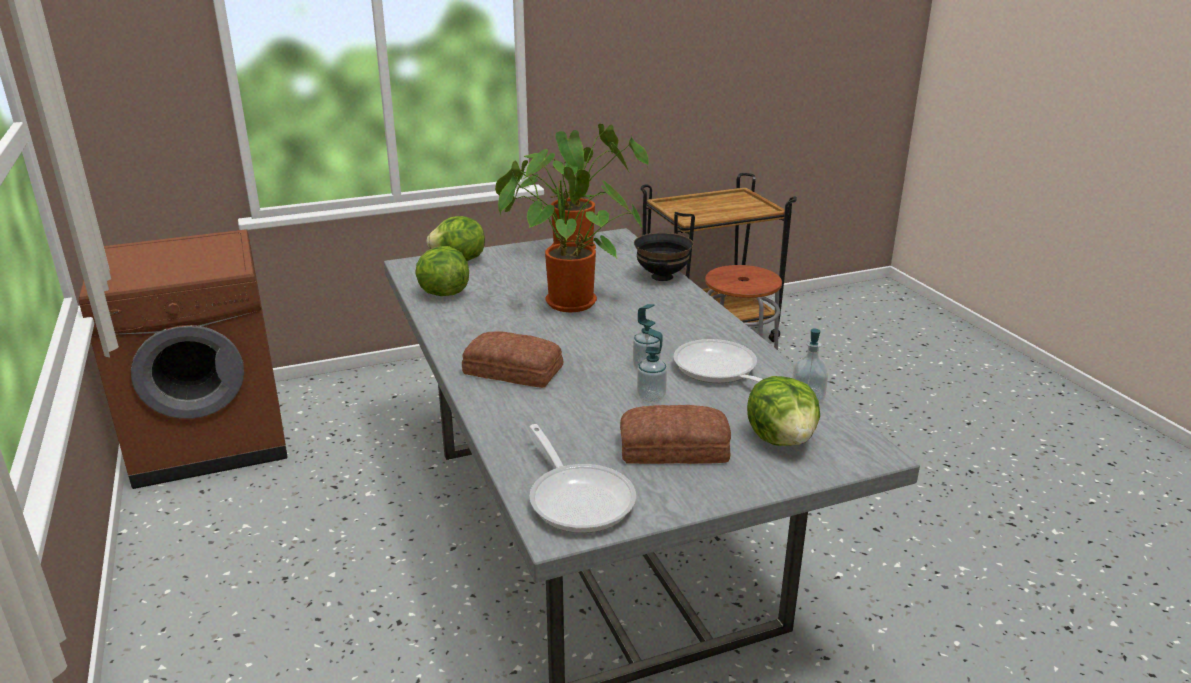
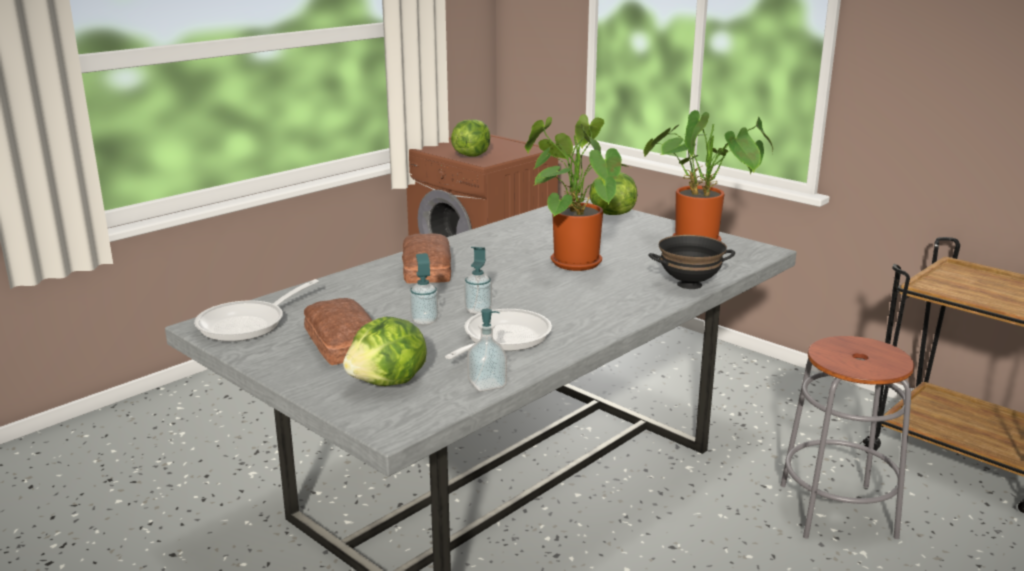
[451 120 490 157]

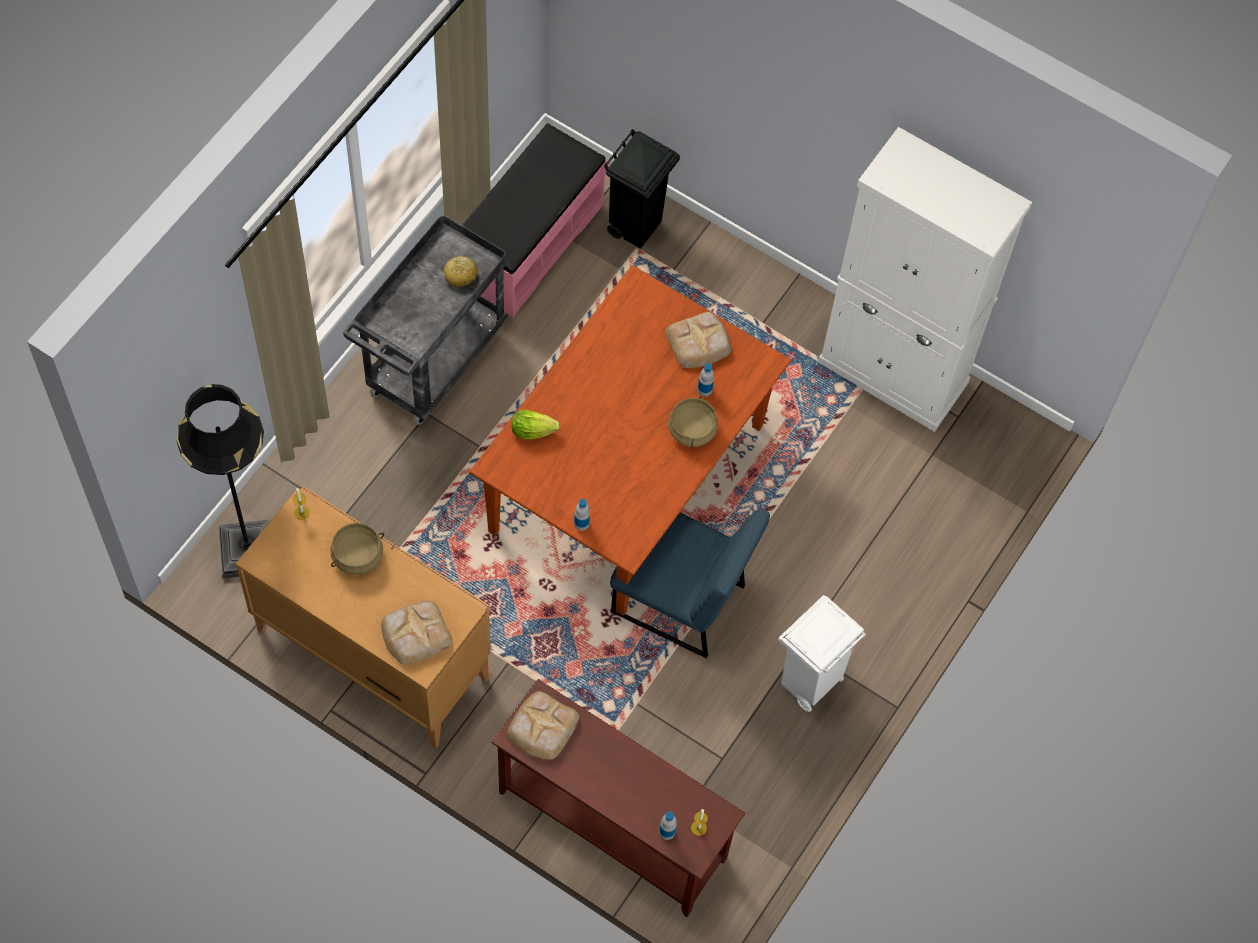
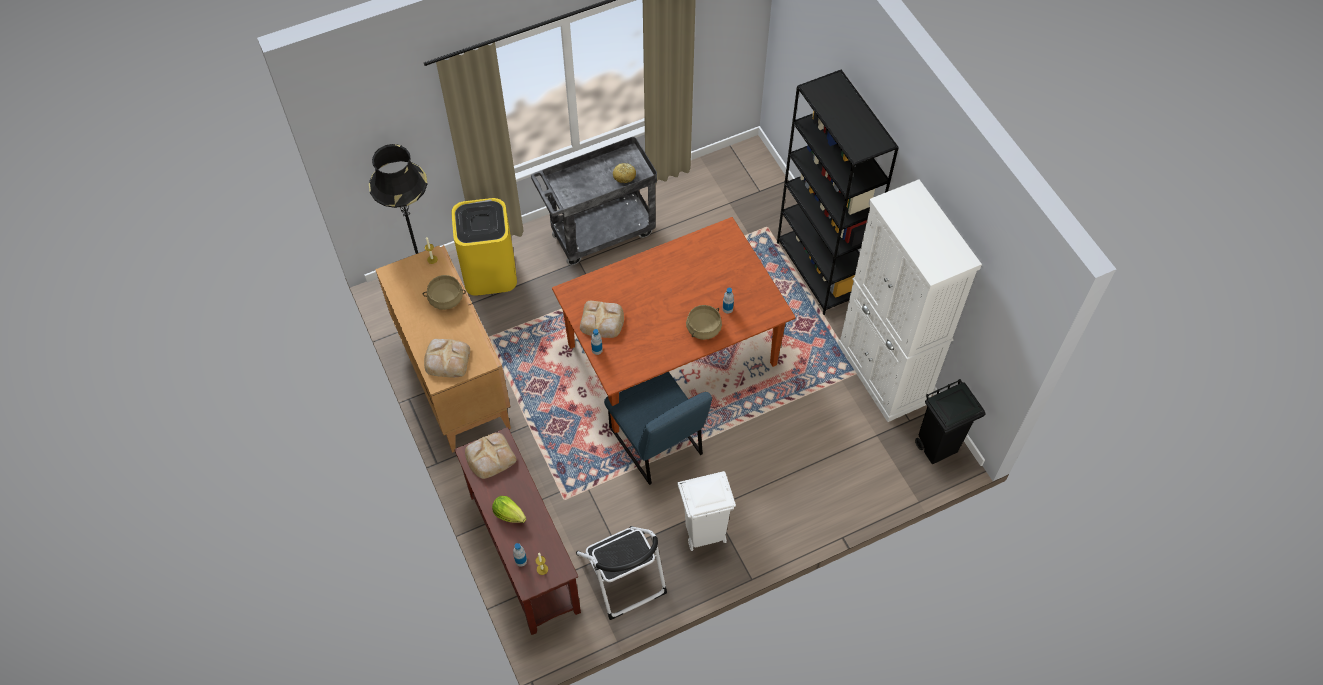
[462 124 606 317] (first image)
[915 379 986 464]
[580 301 624 338]
[492 496 526 523]
[777 70 899 315]
[451 198 517 296]
[576 526 667 620]

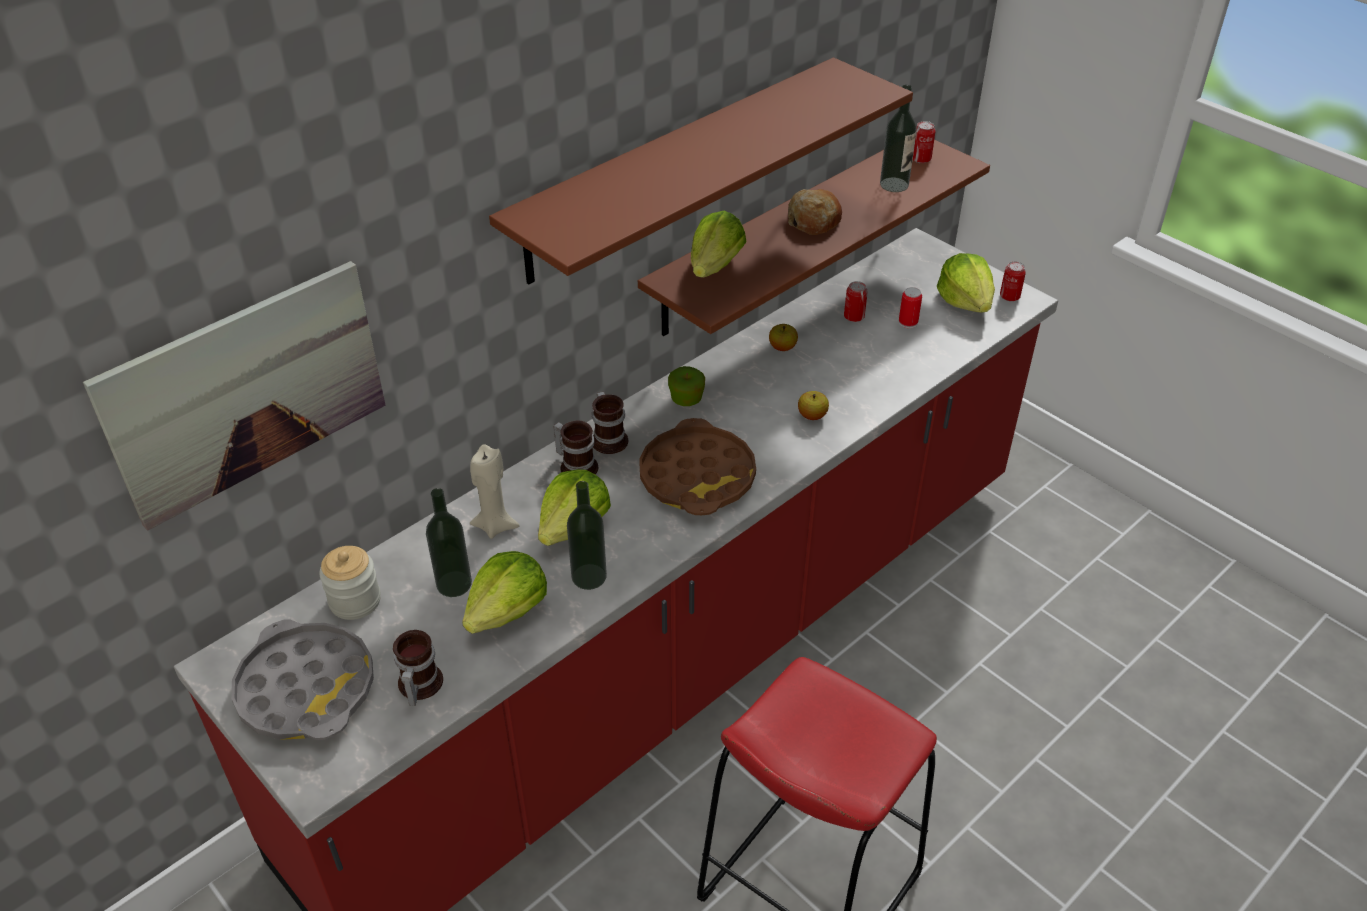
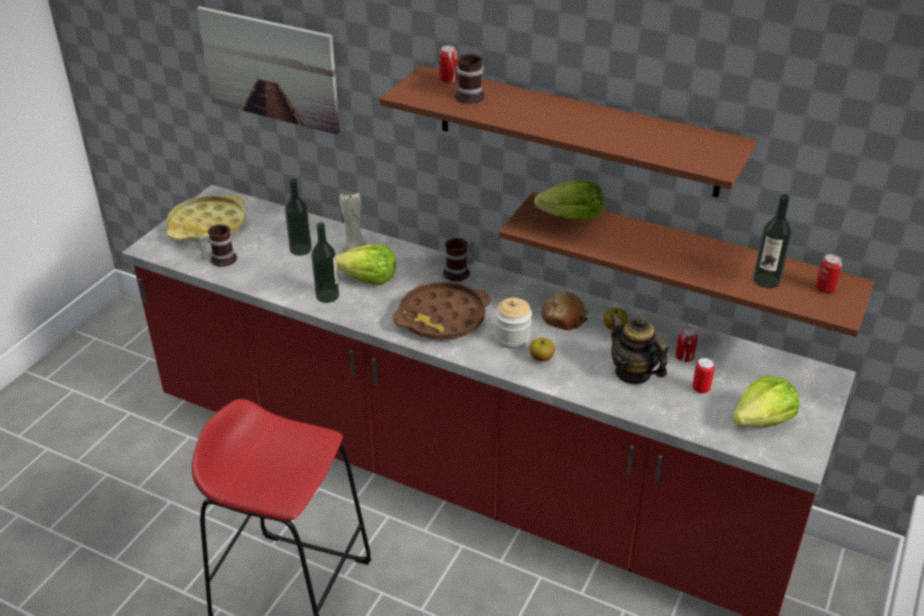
[542 292 588 330]
[439 45 458 83]
[668 366 705 406] (first image)
[455 54 485 104]
[495 298 532 349]
[462 551 547 634] (first image)
[167 195 246 243]
[611 313 668 385]

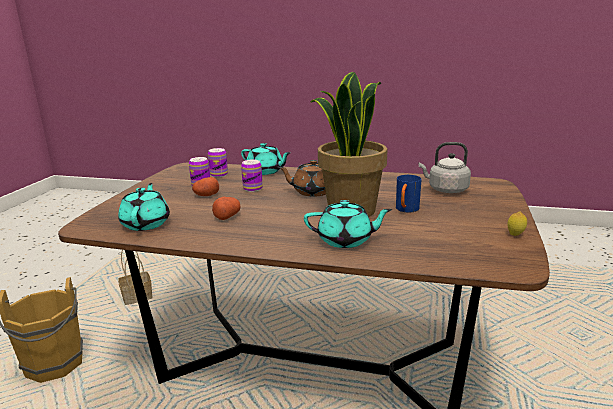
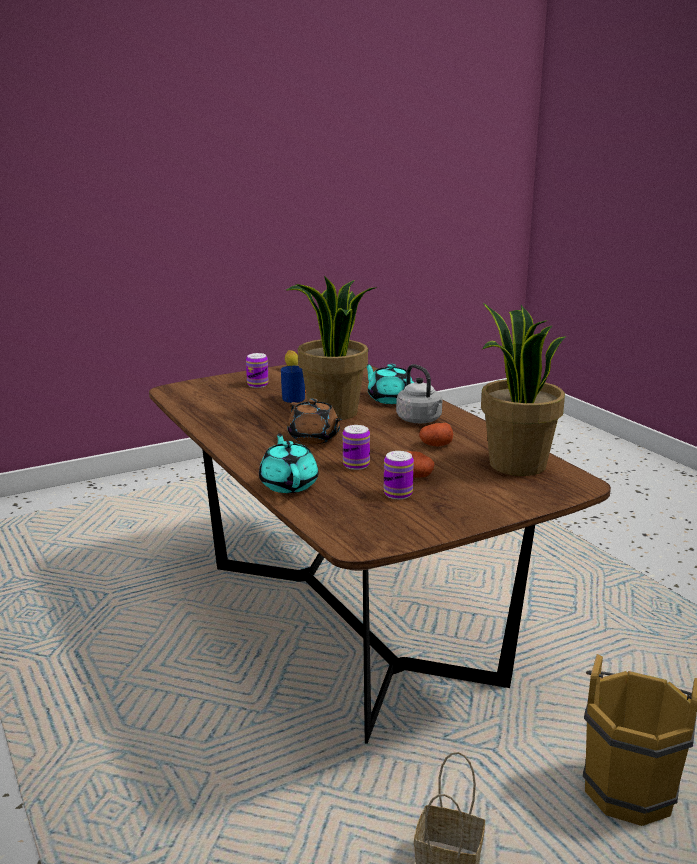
[396 364 442 423]
[246 353 268 388]
[481 303 566 476]

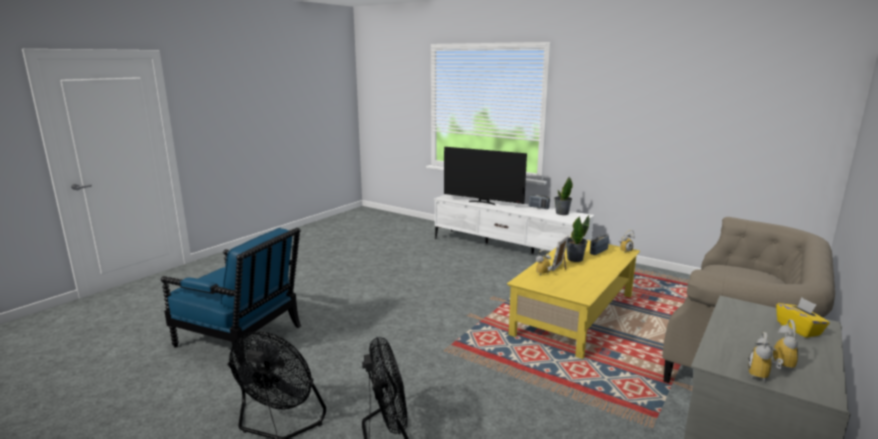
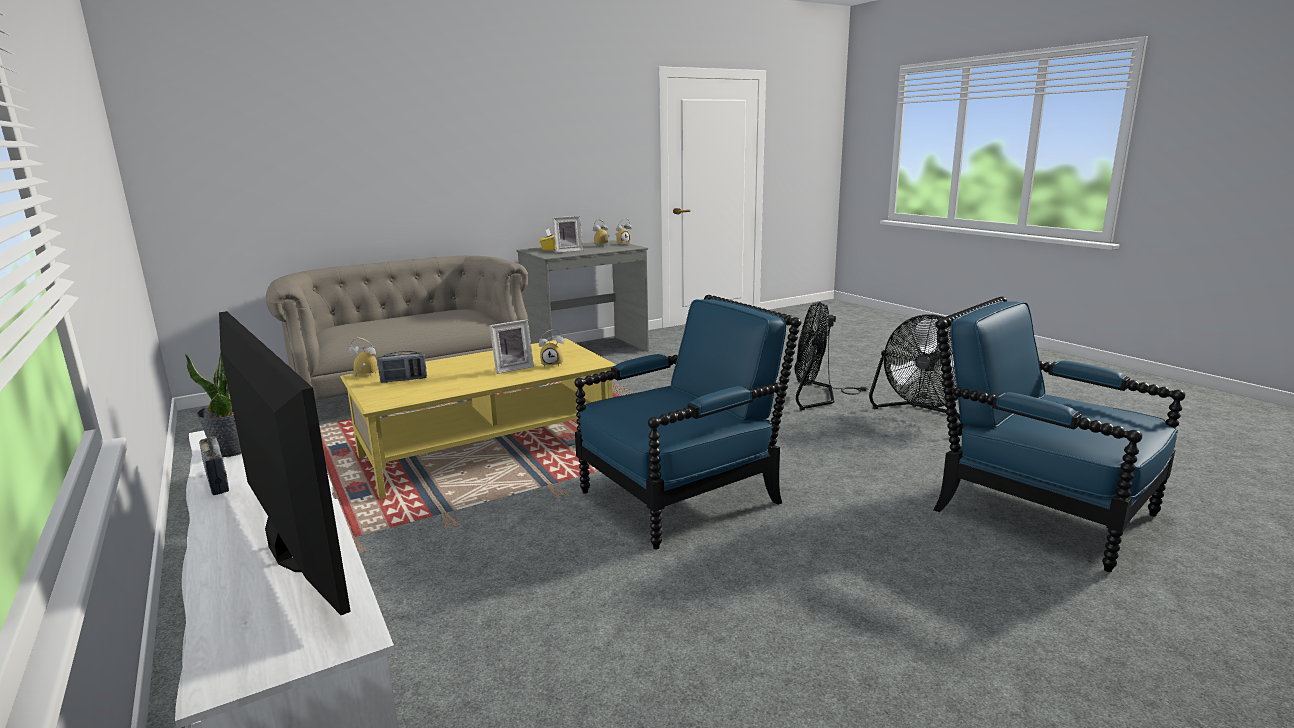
[566 215 589 262] (first image)
[552 216 583 253]
[574 295 801 549]

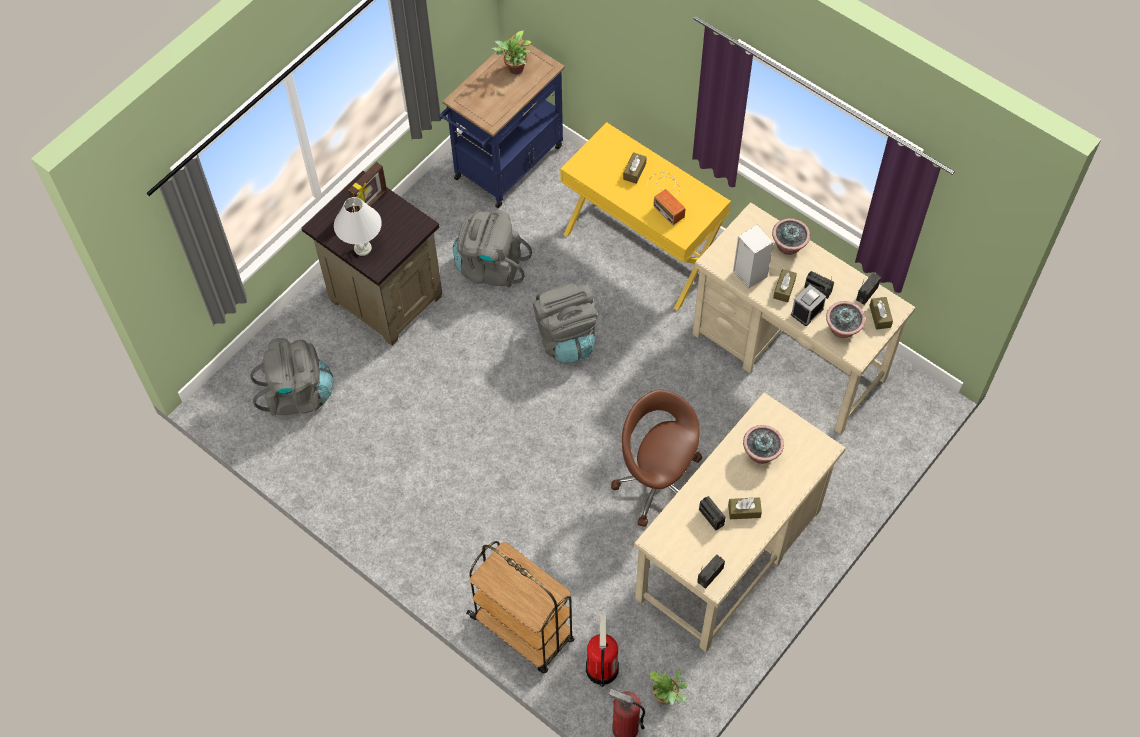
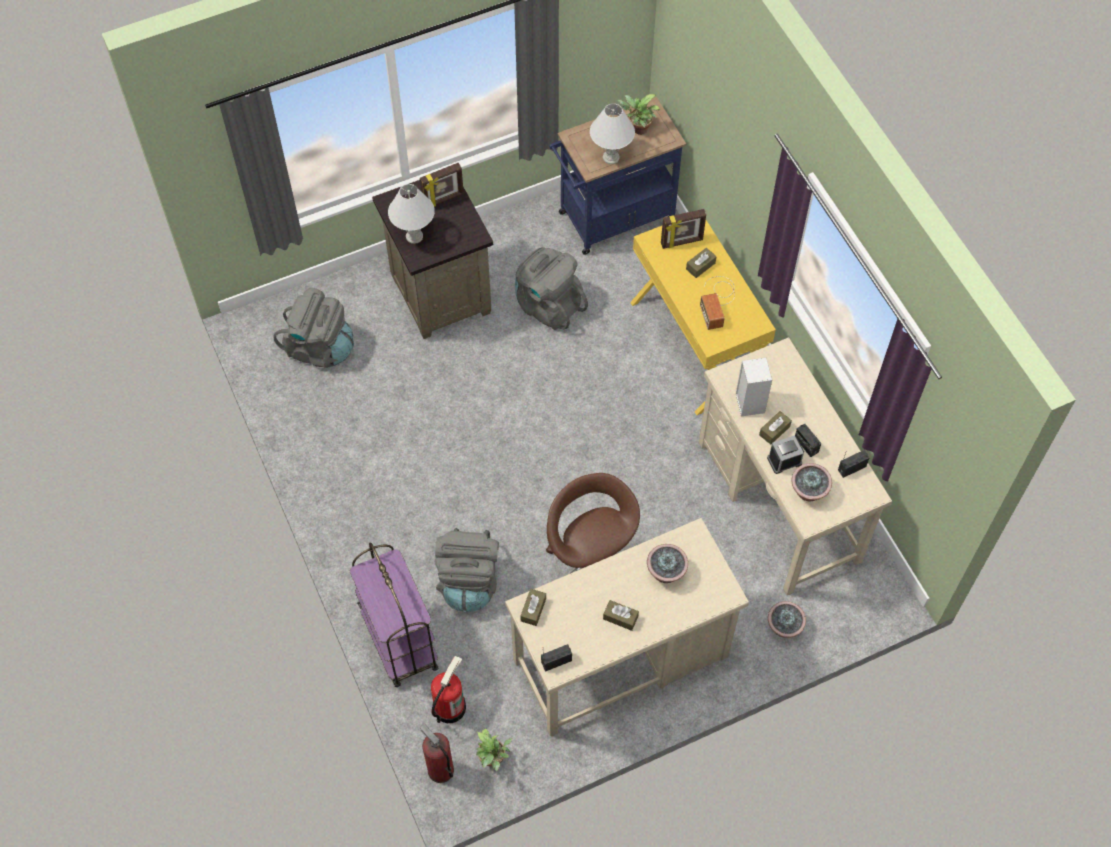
[768 601 806 638]
[434 528 499 612]
[520 589 546 626]
[699 496 726 530] (first image)
[350 543 438 687]
[590 103 635 164]
[661 209 706 249]

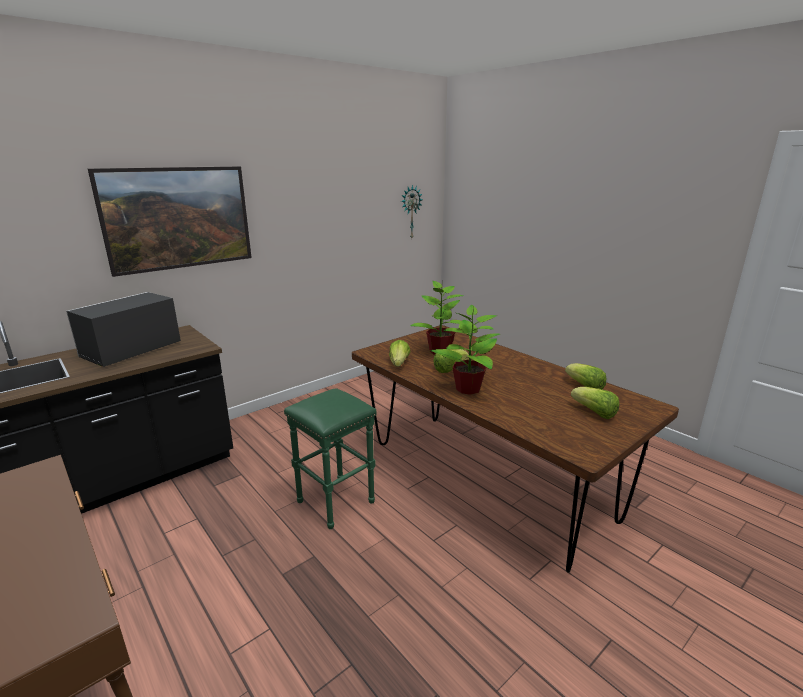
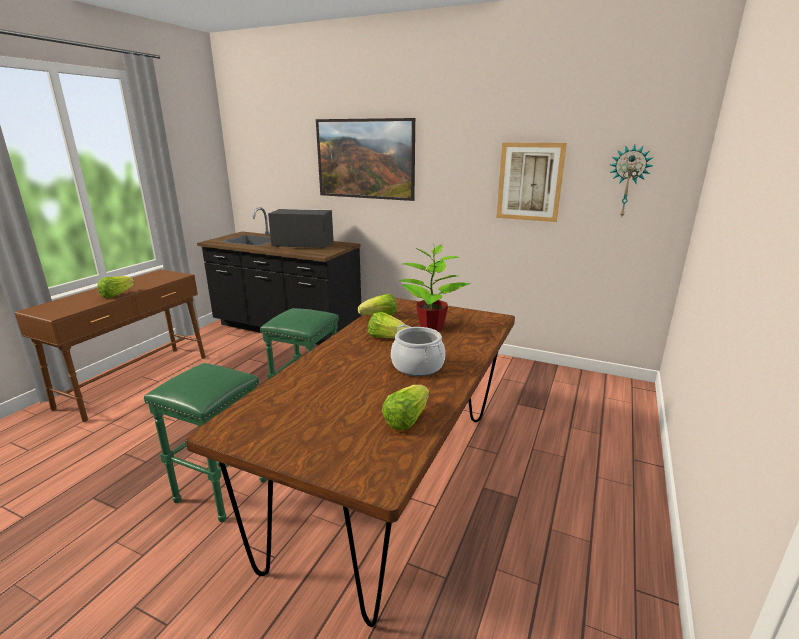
[430 305 500 395] (first image)
[97 276 135 298]
[496 142 567 222]
[391 324 445 376]
[144 363 267 522]

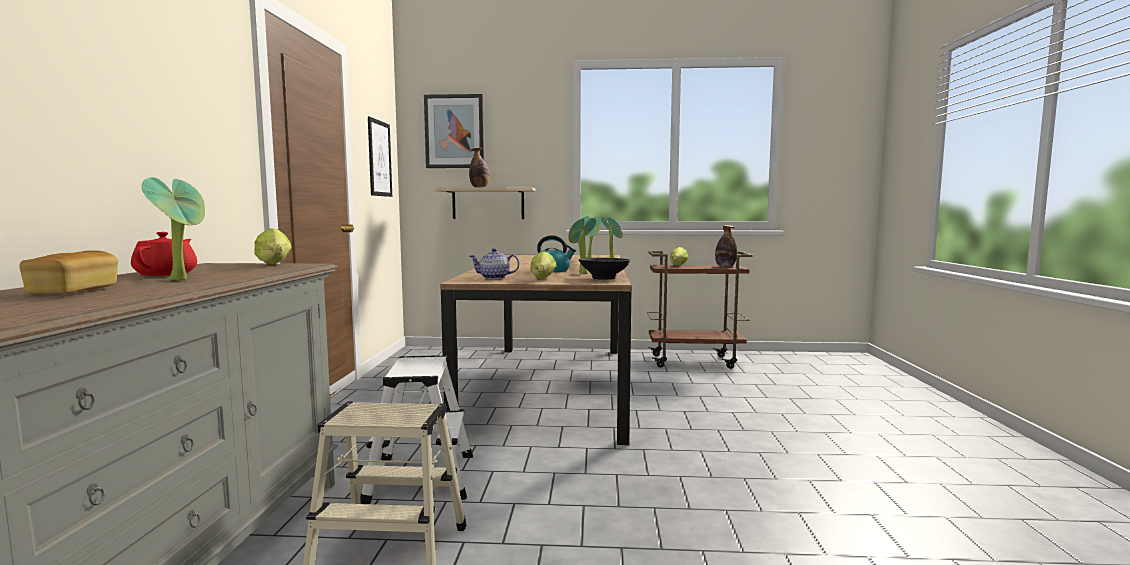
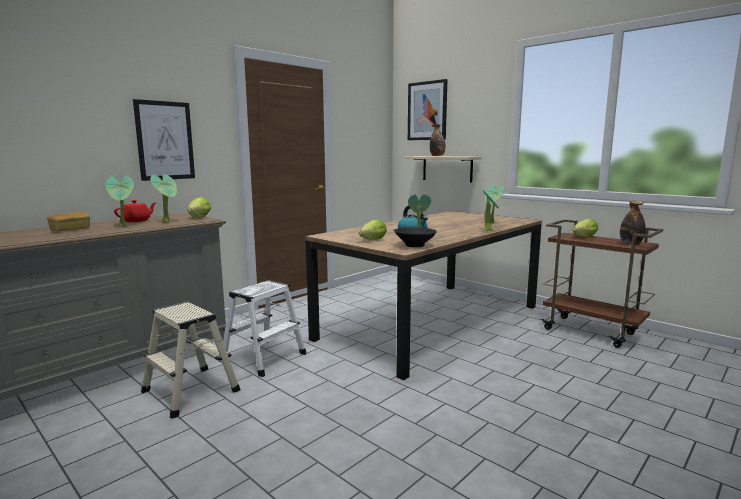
[133 99 195 181]
[470 248 520 279] (first image)
[150 174 177 223]

